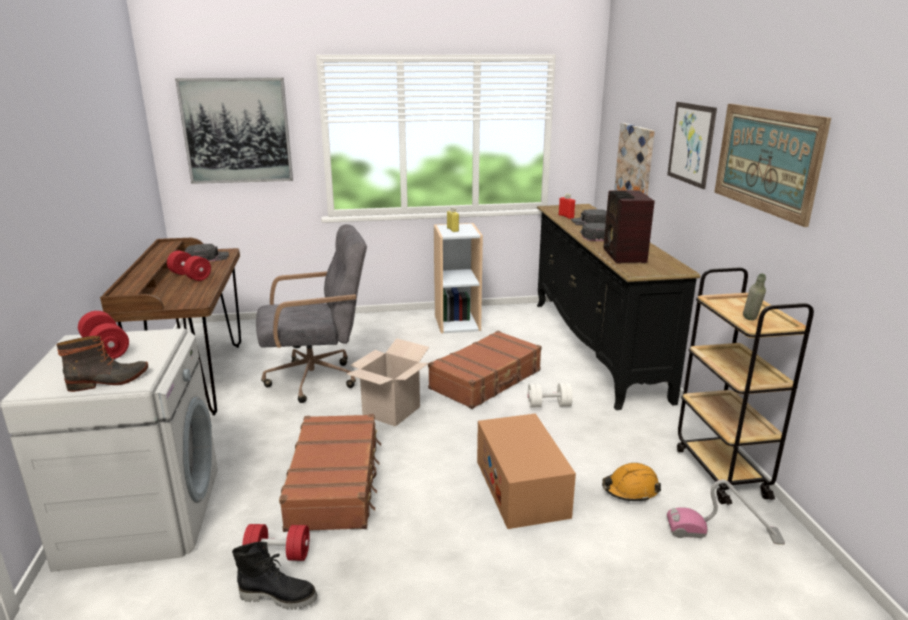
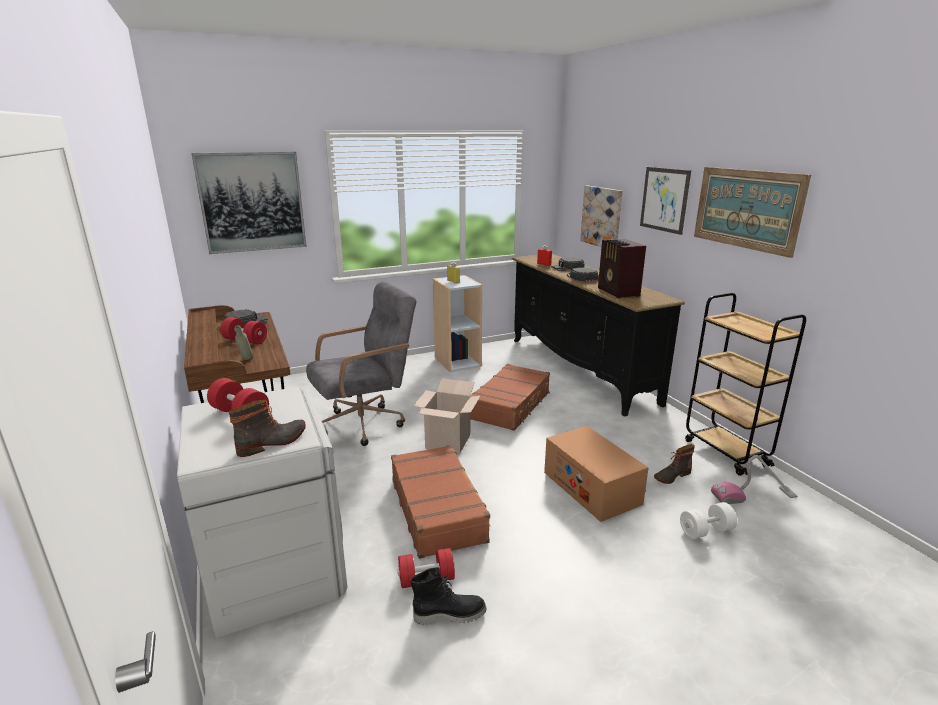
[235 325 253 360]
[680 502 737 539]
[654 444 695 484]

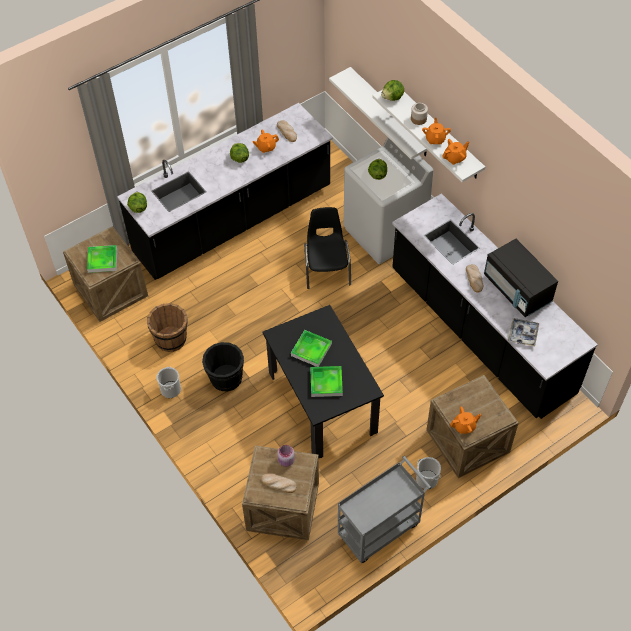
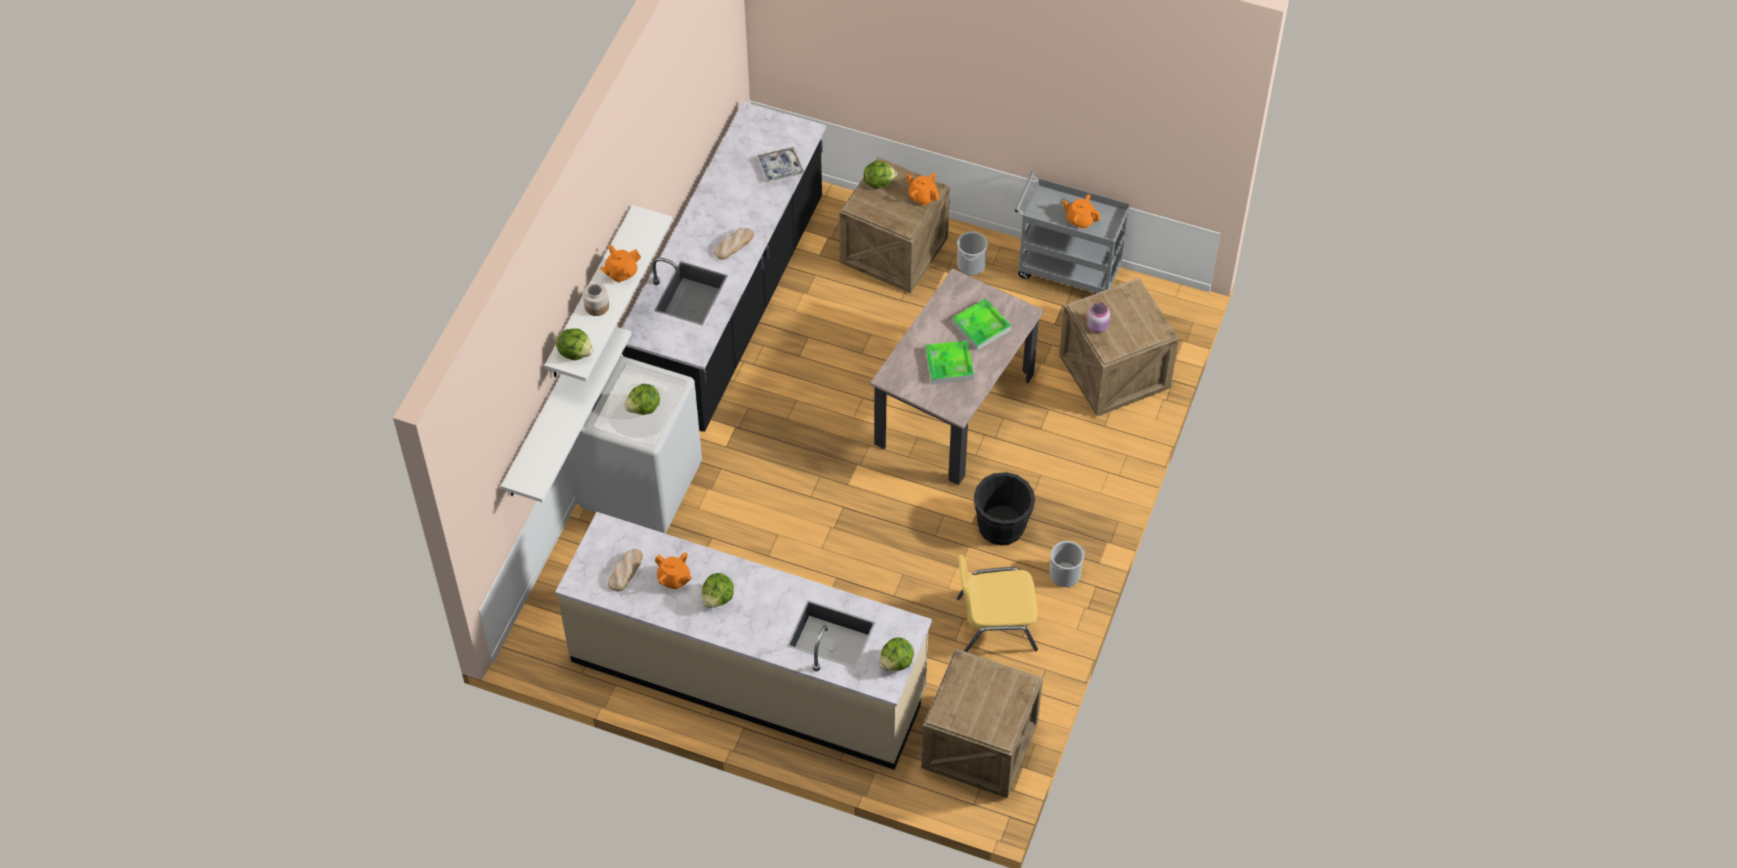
[555 512 932 770]
[1062 194 1101 229]
[304 207 351 289] (first image)
[484 239 558 317] (first image)
[87 245 117 273] (first image)
[957 554 1038 652]
[870 268 1044 485]
[261 473 297 493] (first image)
[864 161 897 189]

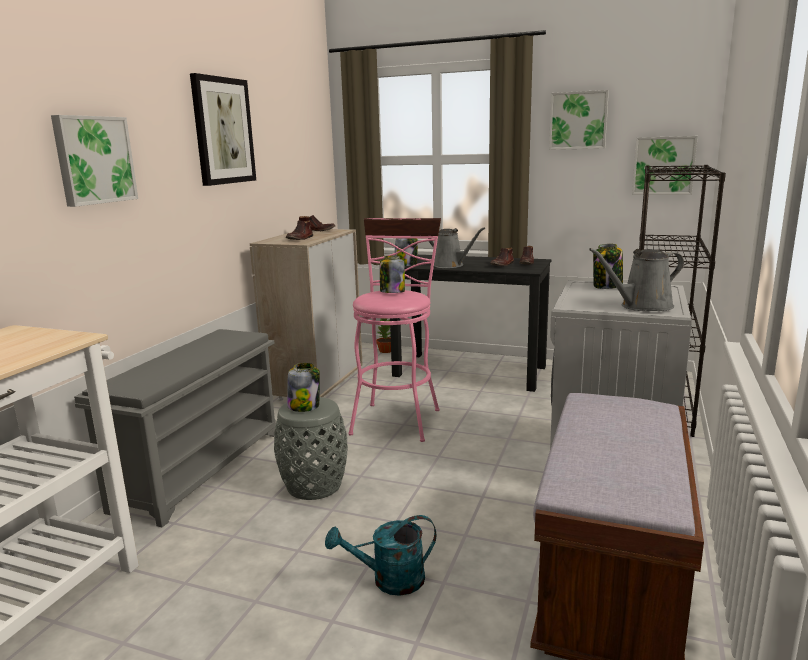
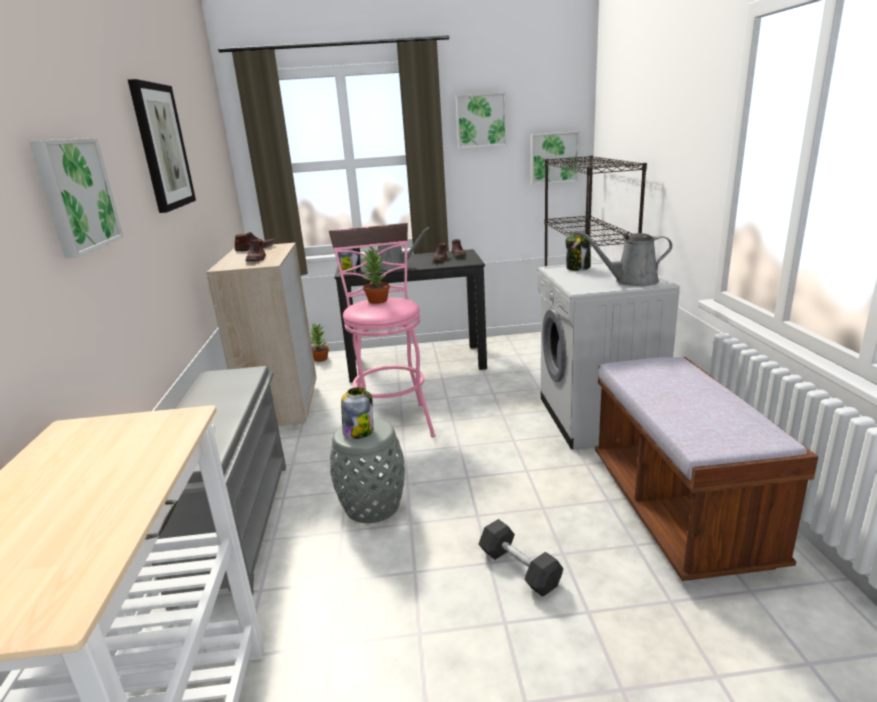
[579 231 672 286]
[362 249 390 304]
[478 519 563 597]

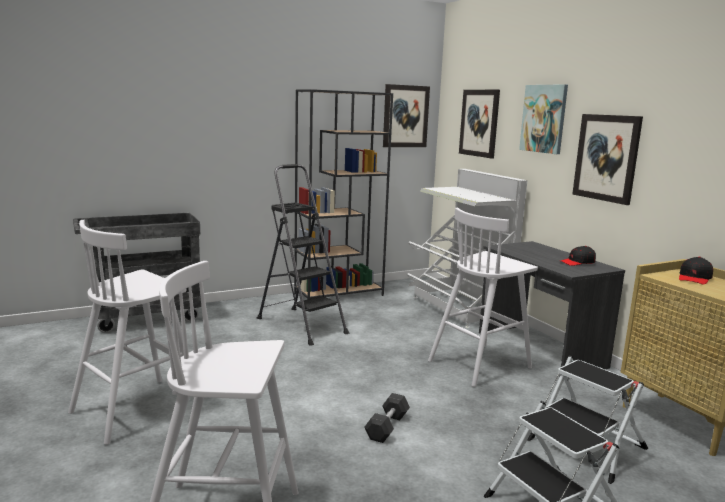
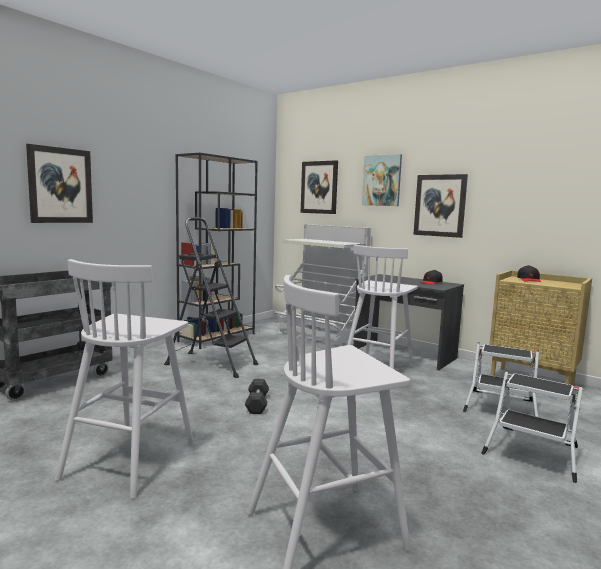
[26 144 93 223]
[245 379 269 414]

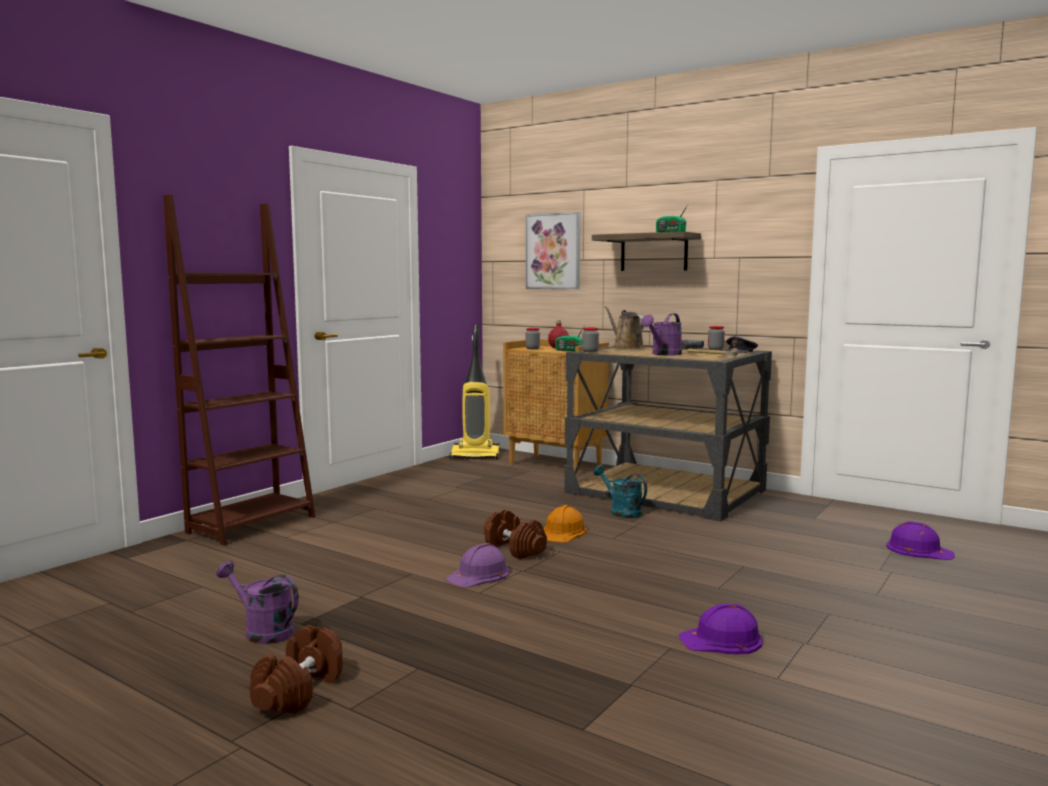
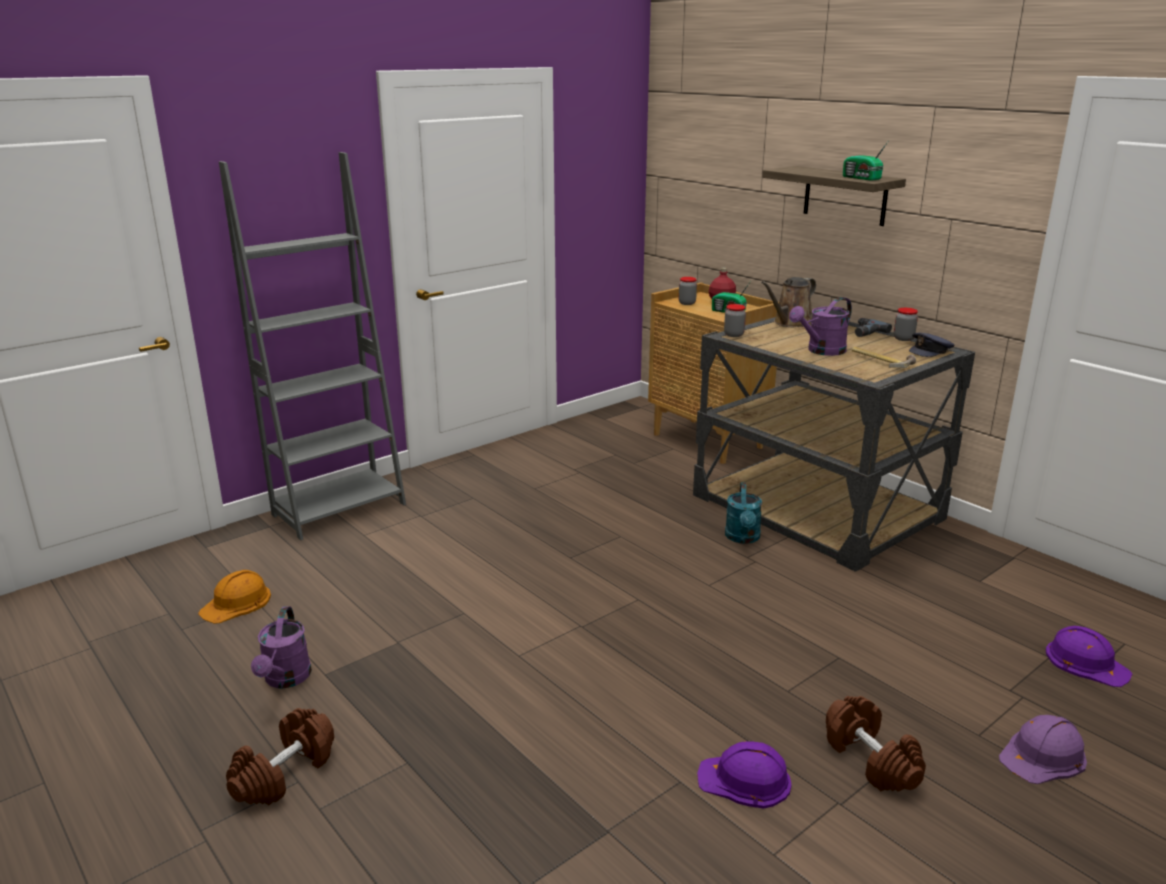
[219 152 406 540]
[526 212 580 289] (first image)
[761 277 816 327]
[450 325 499 459] (first image)
[725 482 762 544]
[198 570 271 624]
[826 696 926 791]
[999 715 1087 784]
[251 607 312 689]

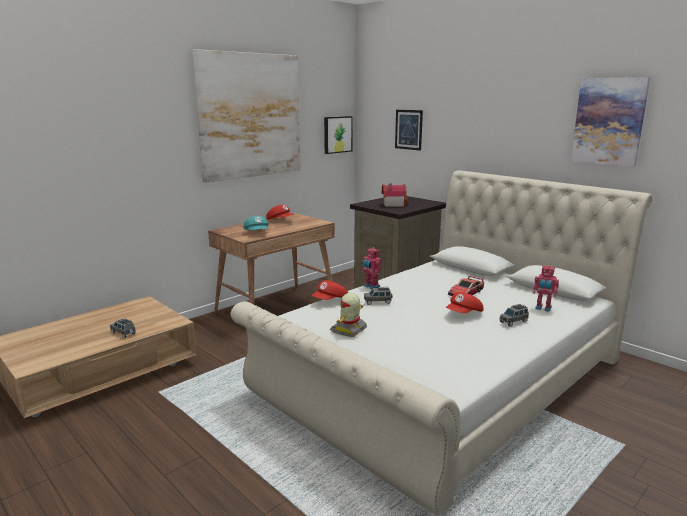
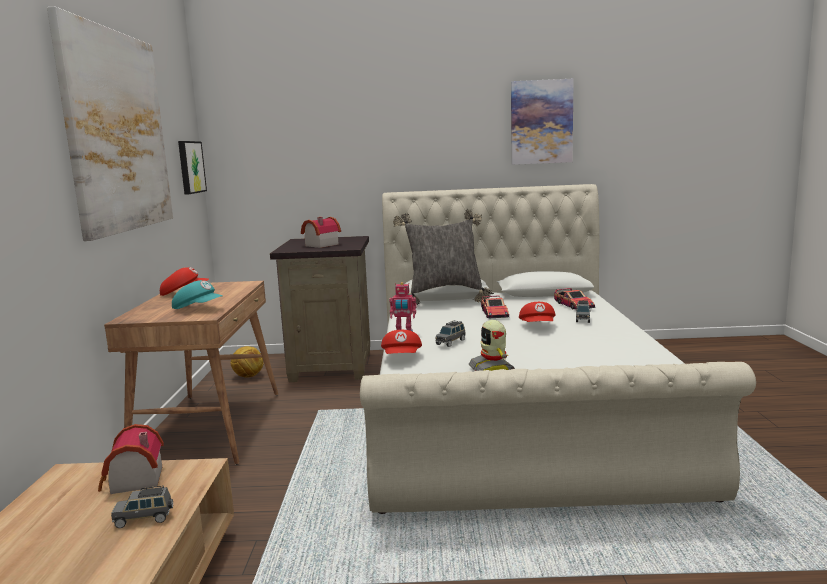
[395 110 423 151] (first image)
[554 288 595 310]
[393 209 494 305]
[230 346 264 378]
[98 424 164 494]

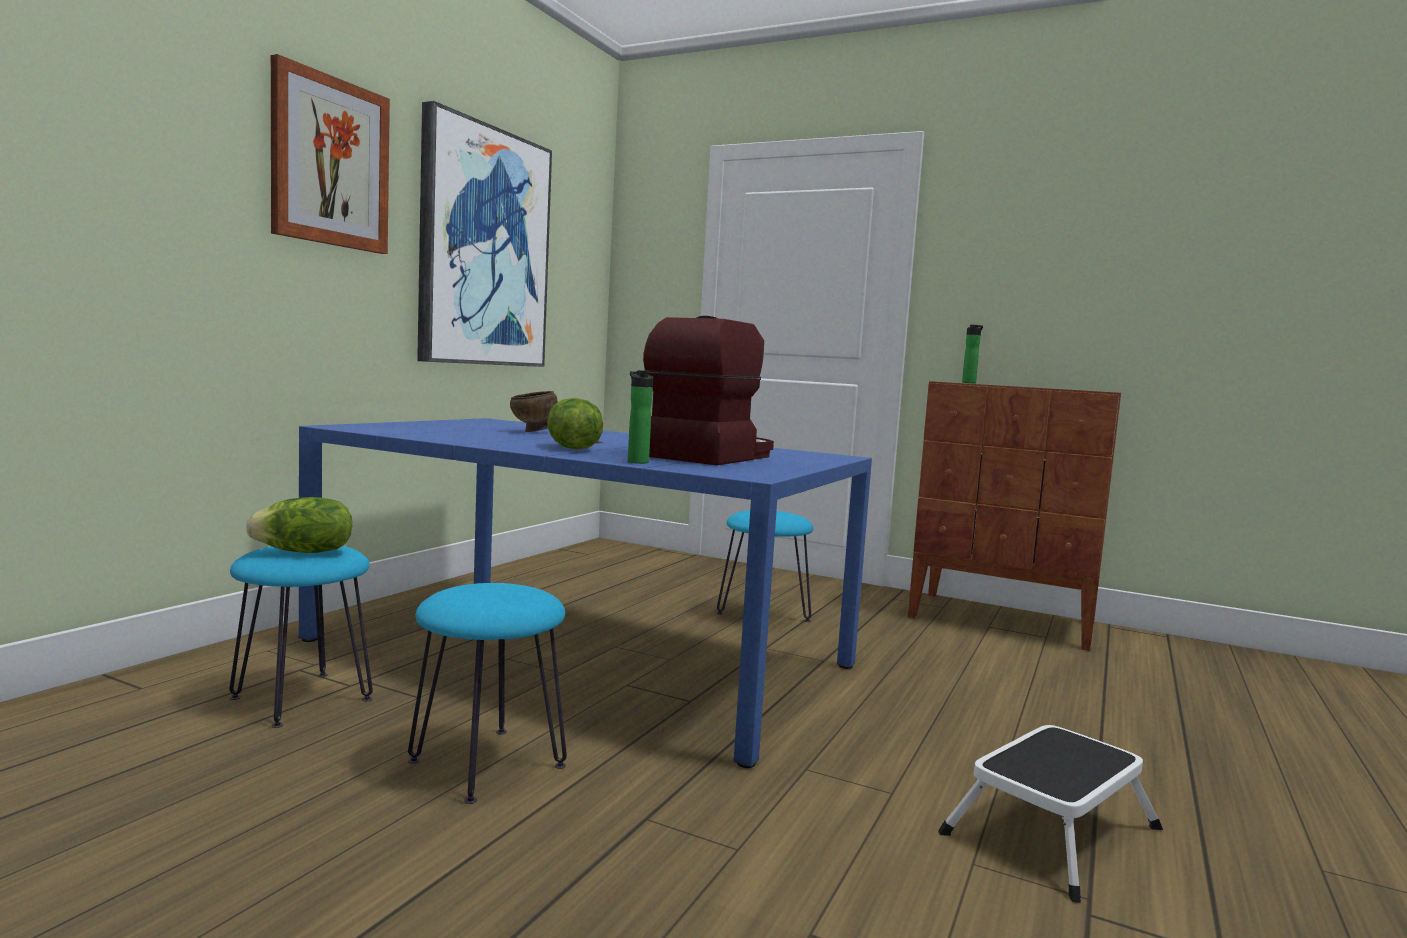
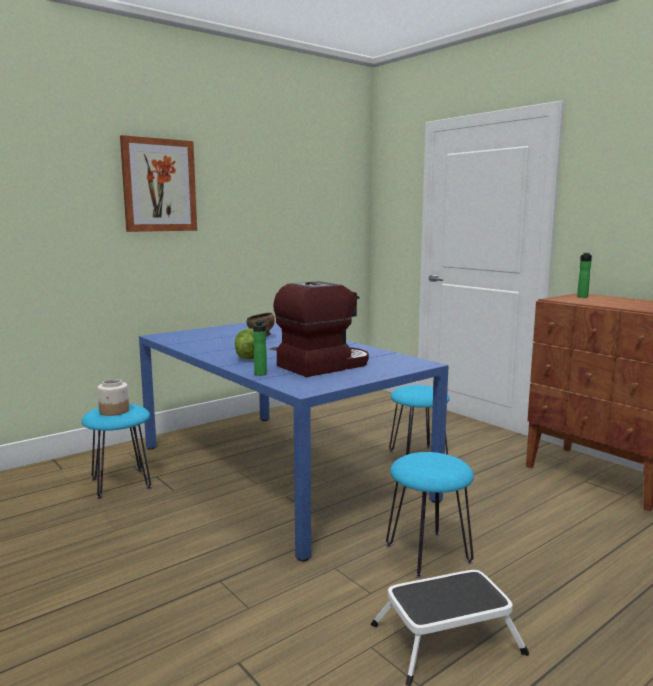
[417 101 552 367] (first image)
[97 379 129 416]
[386 452 474 578]

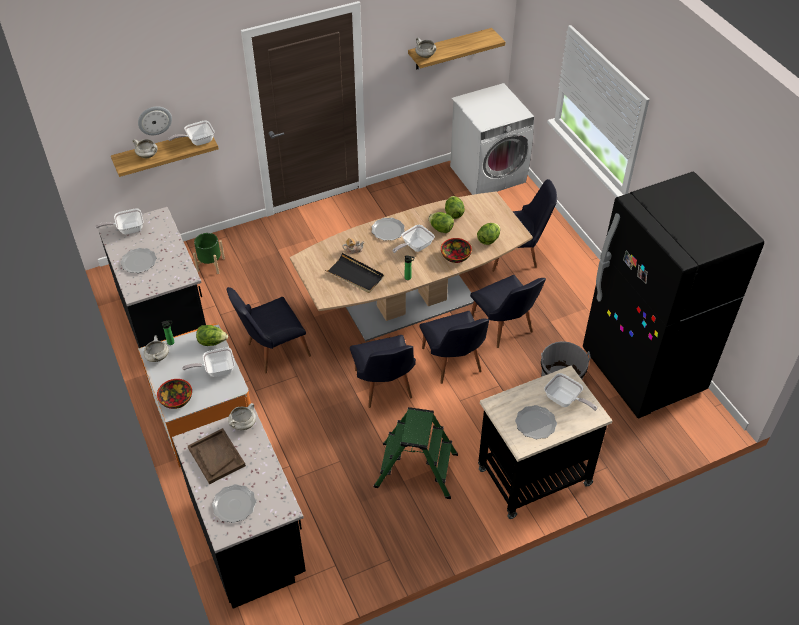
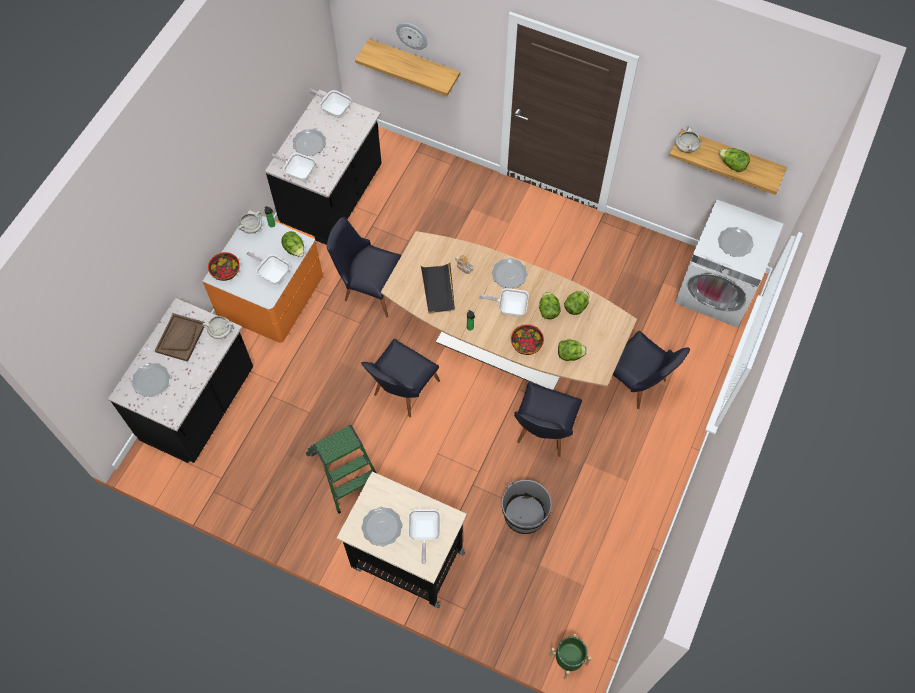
[270 153 315 181]
[133 139 158 158] (first image)
[583 172 764 419] (first image)
[549 634 591 679]
[419 311 489 384] (first image)
[719 148 750 172]
[718 227 754 257]

